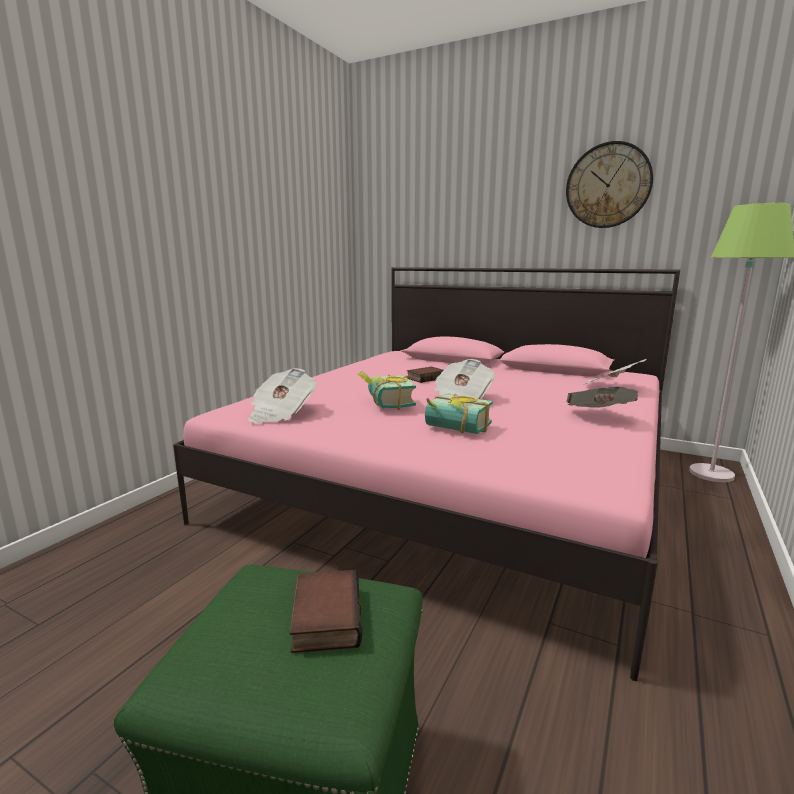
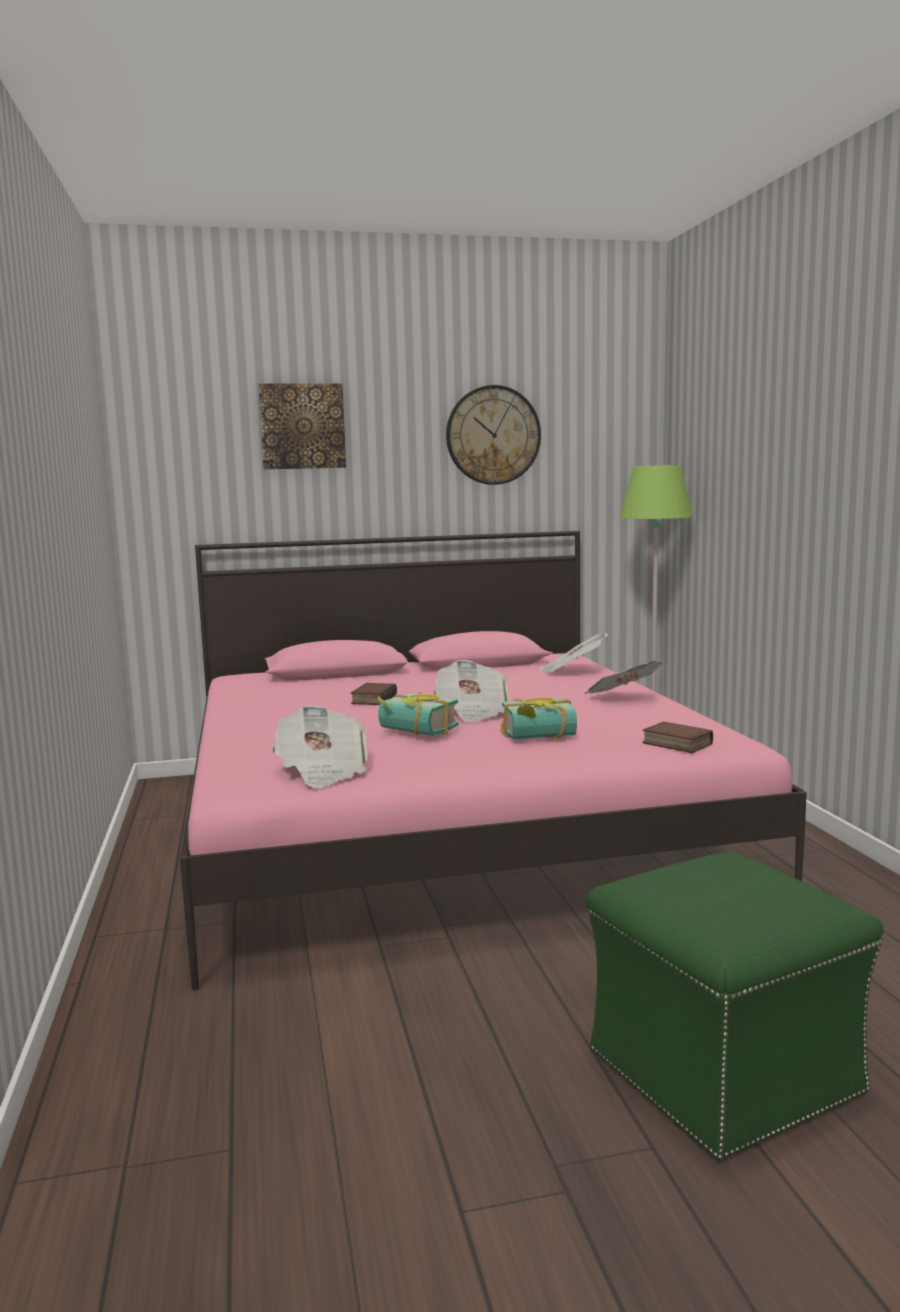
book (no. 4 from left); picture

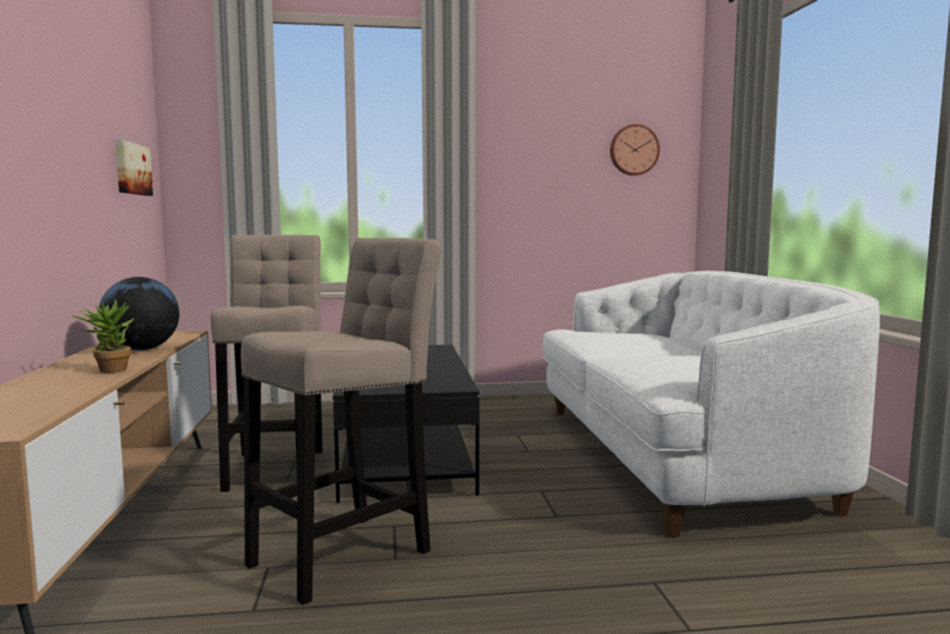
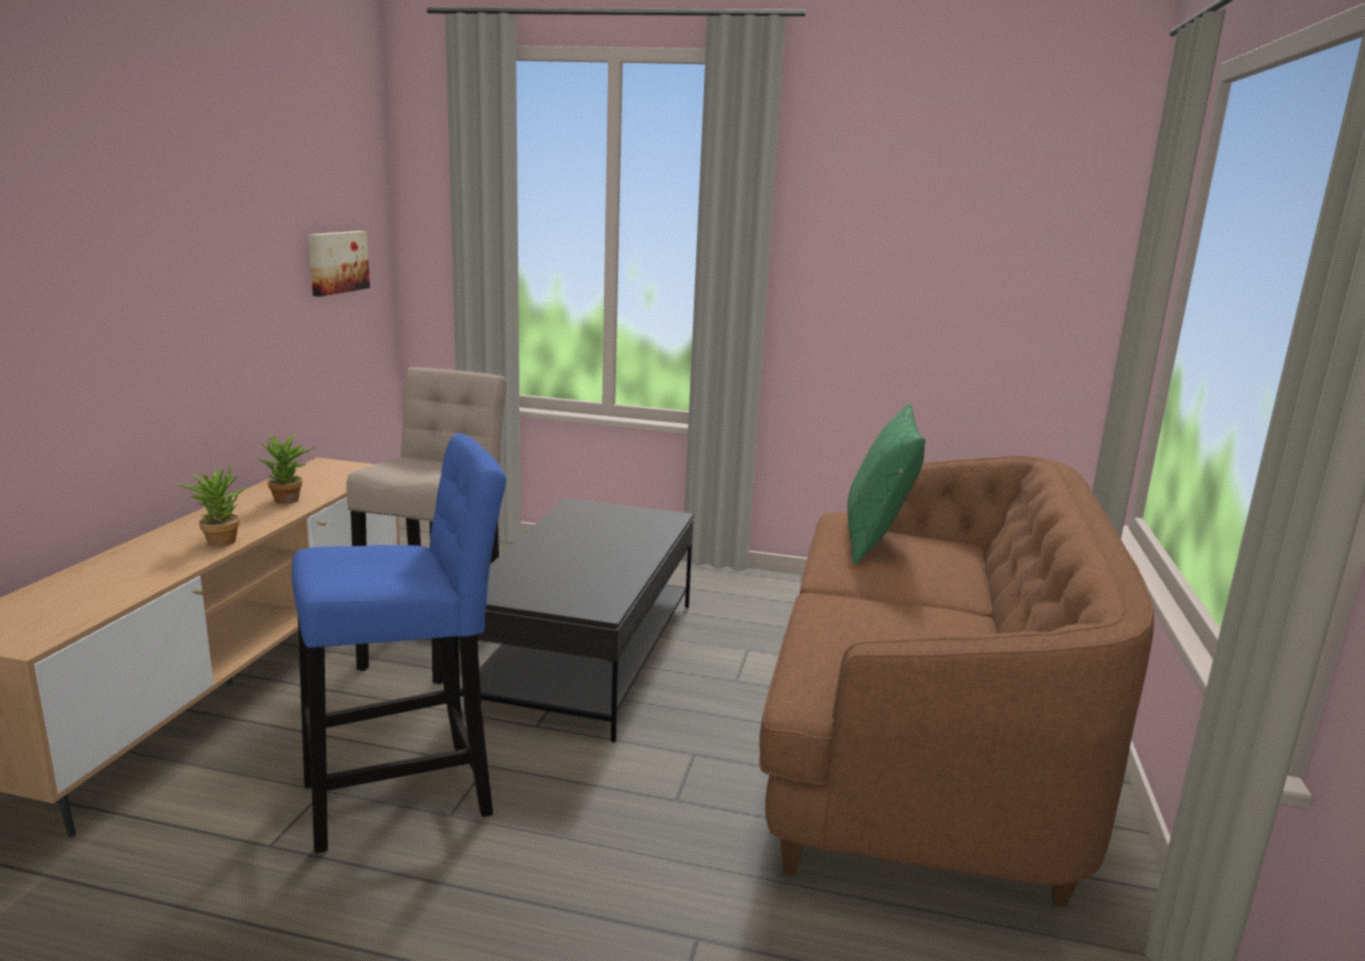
potted plant (no. 2 from left); stool seat in blue-coloured; couch in brownish; hanging clock; cushion in green-coloured

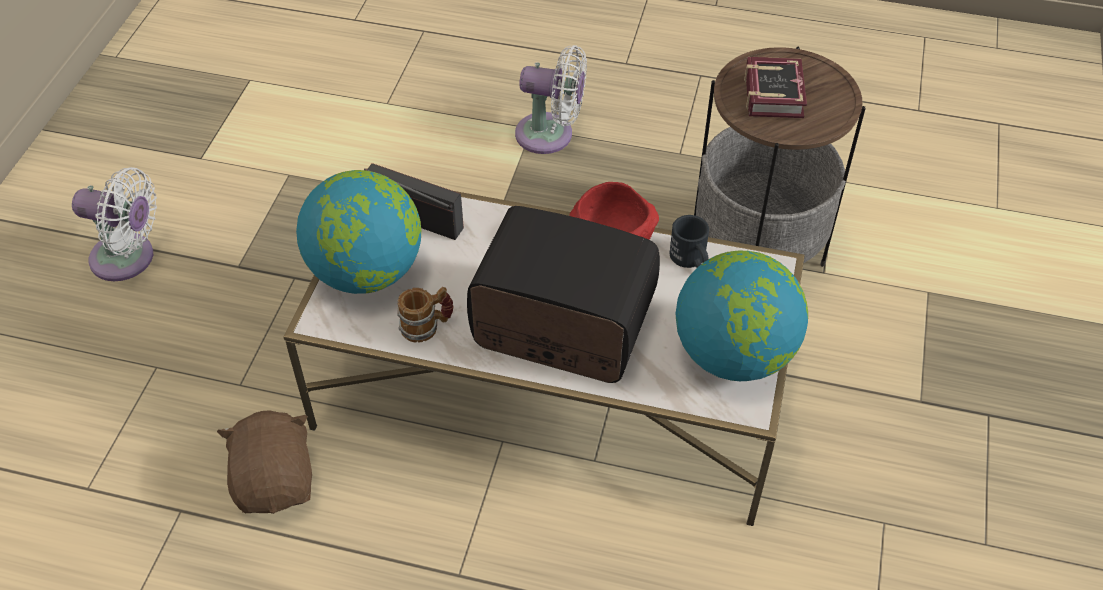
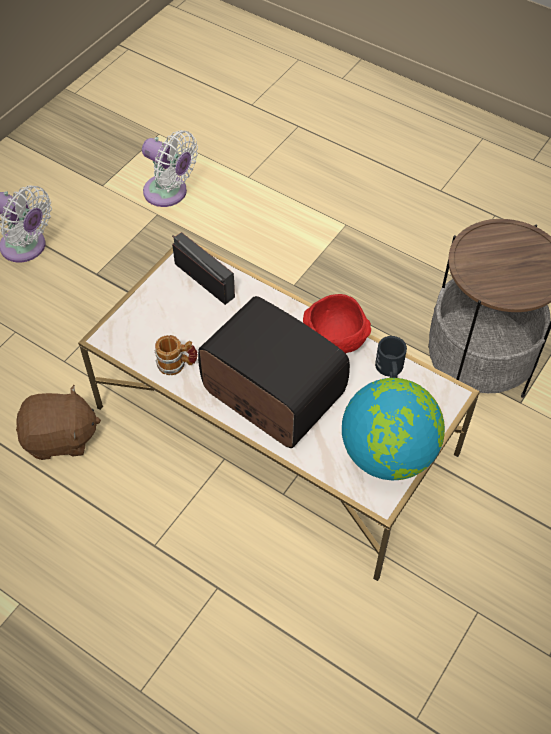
cuddly toy in brownish; desk globe (no. 1 from left in the first image); cooling fan in white-coloured (no. 2 from left); book

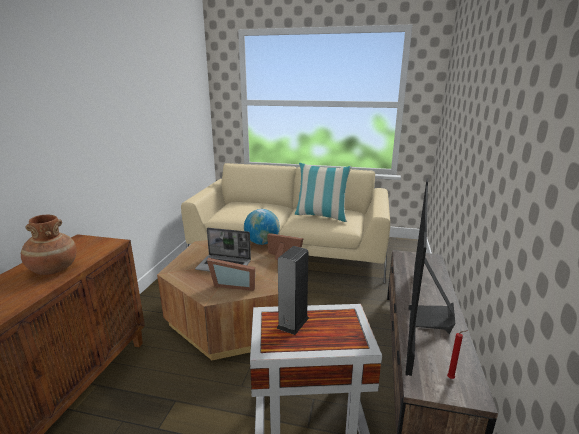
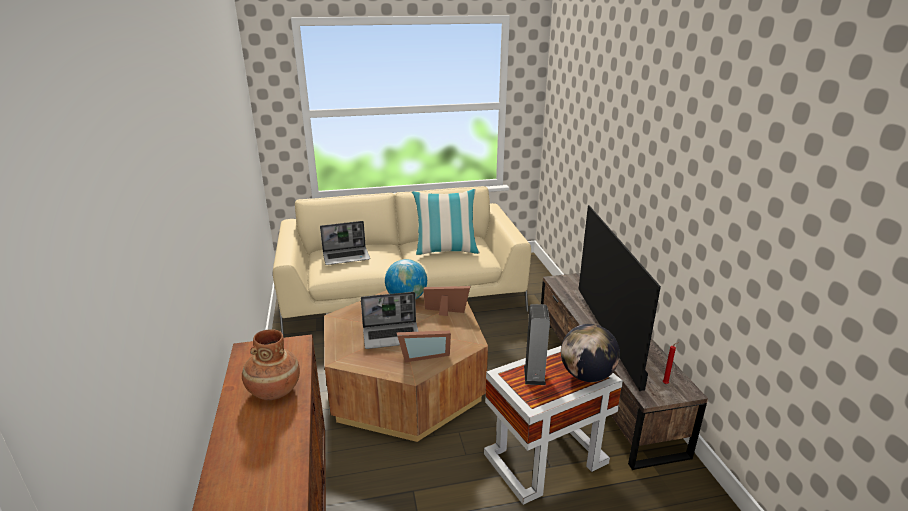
notebook computer (no. 1 from left); desk globe (no. 2 from left)

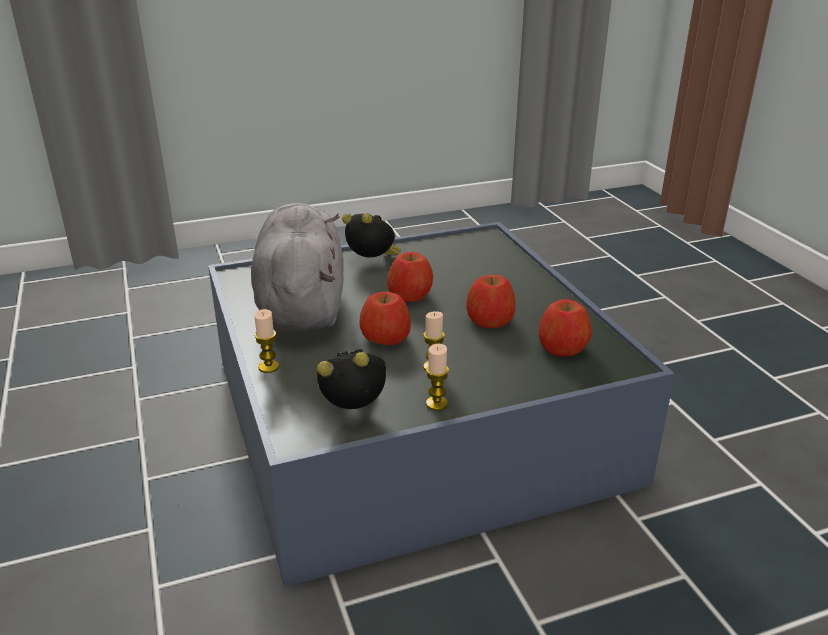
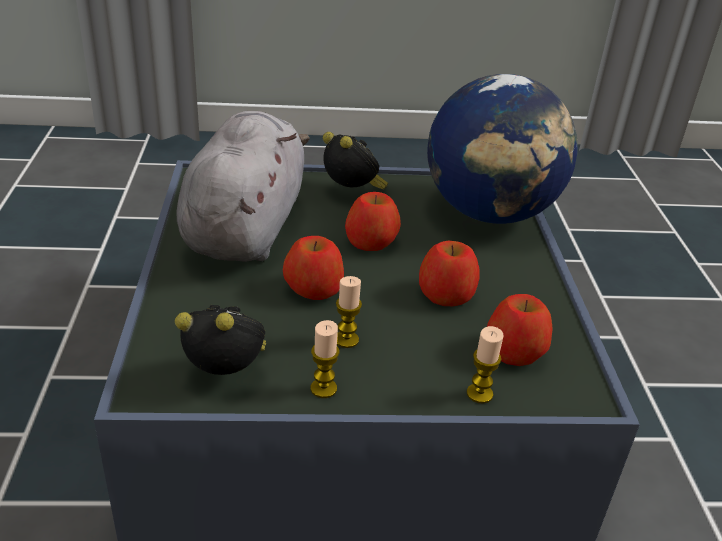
wax candle (no. 3 from left); desk globe

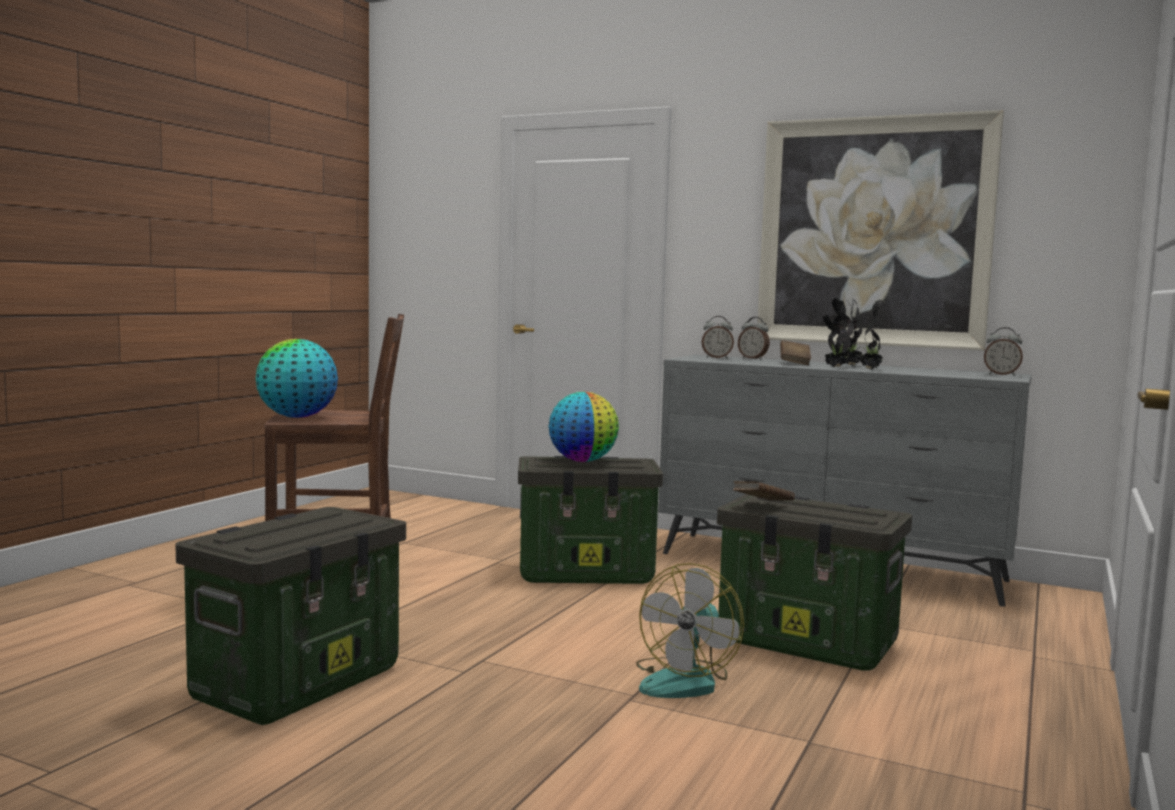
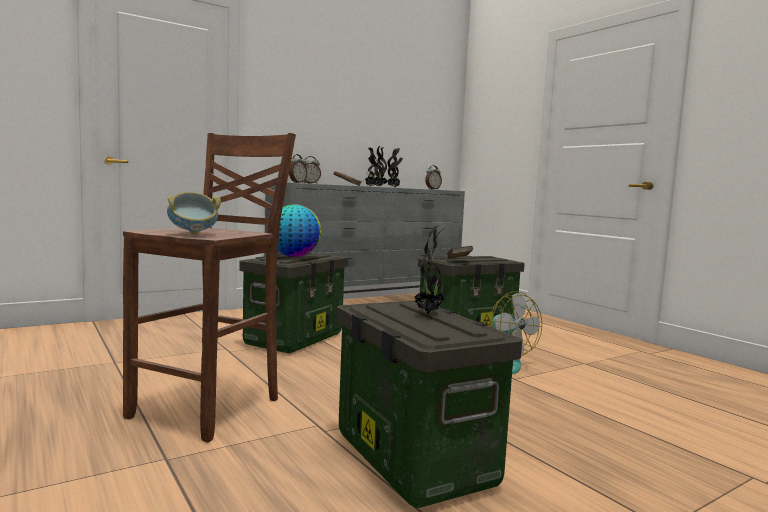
serving bowl; picture; potted plant (no. 4 from left)

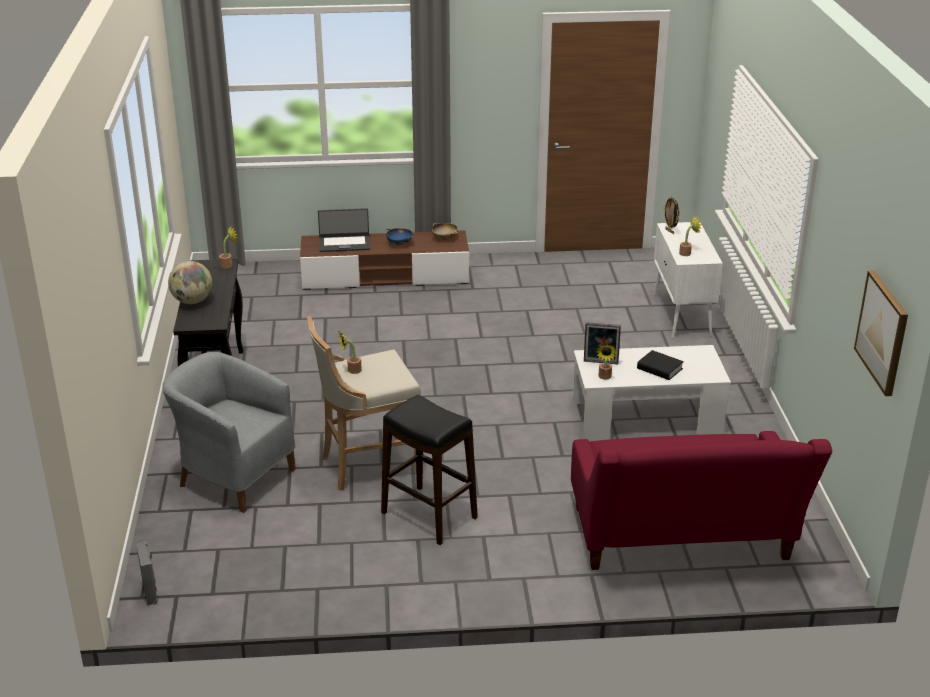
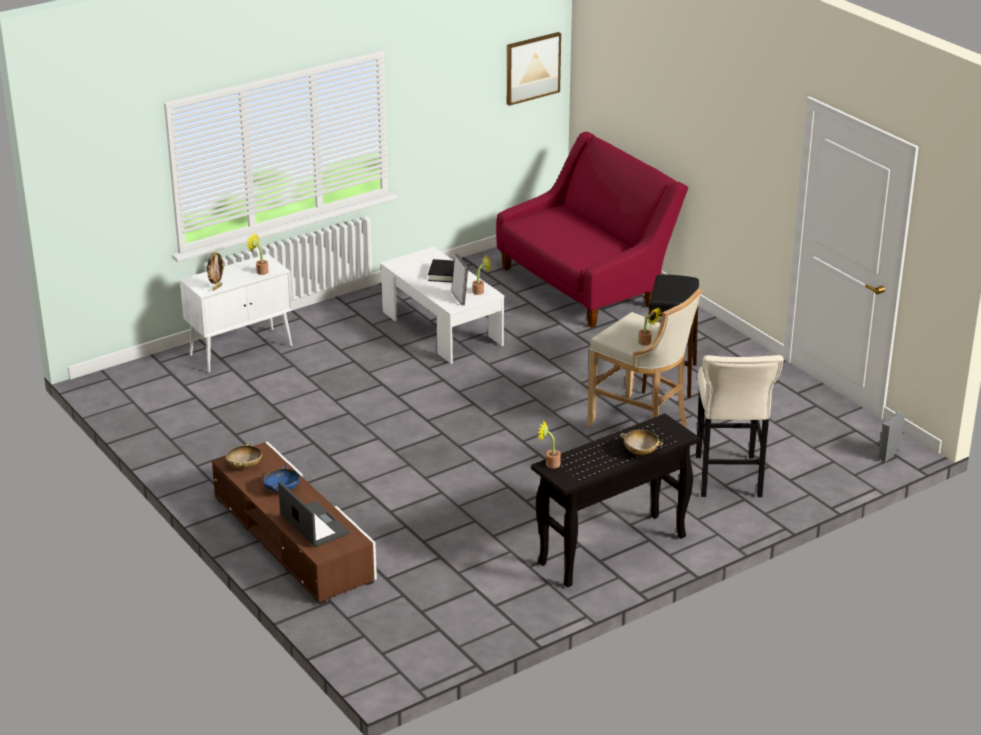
stool seat in sand-coloured (no. 2 from left); serving bowl in sand-coloured (no. 2 from left)

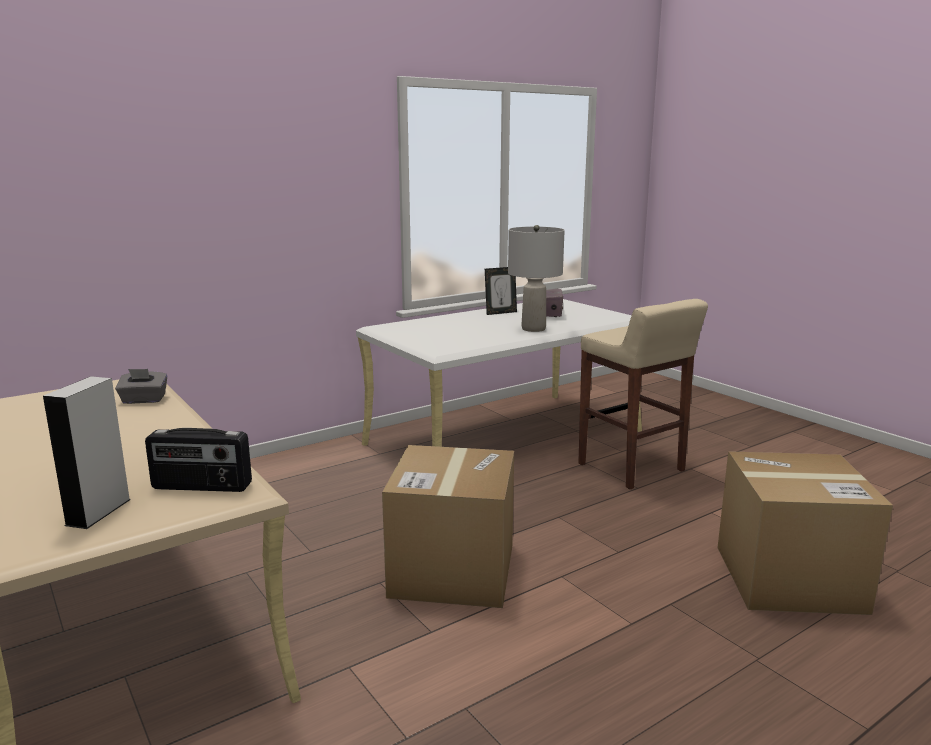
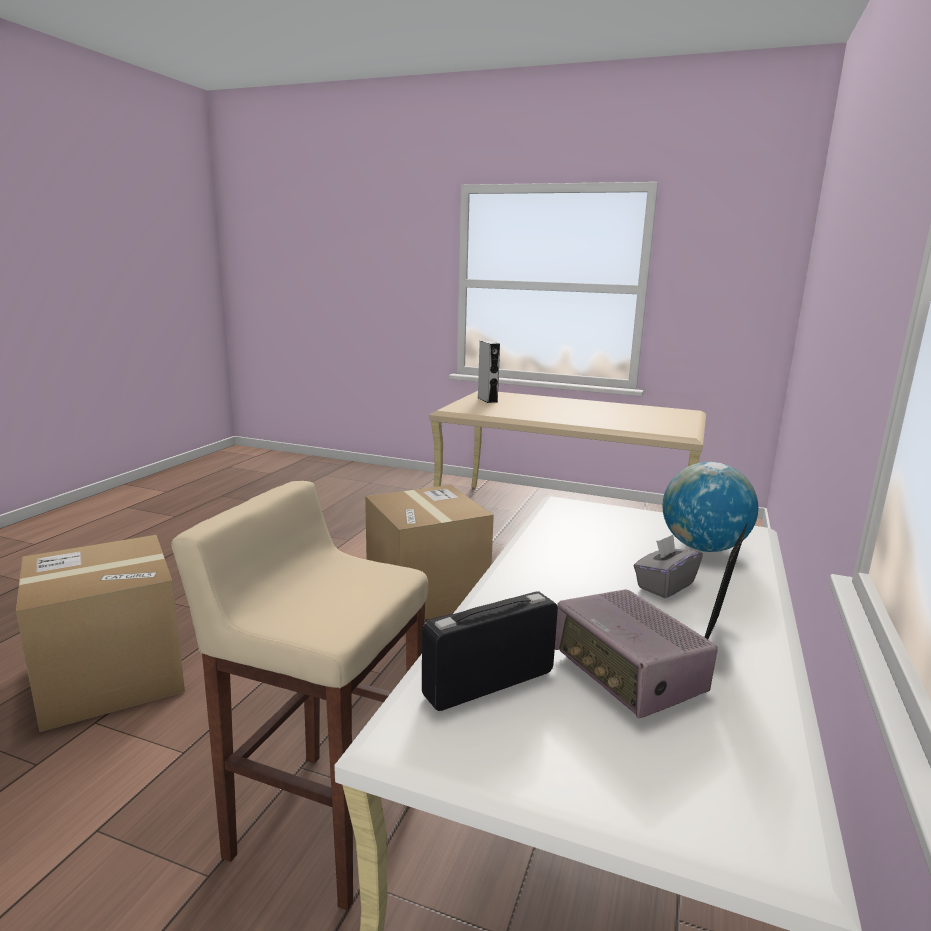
tissue holder in gray; radio (no. 1 from left); lamp for a table in gray; desk globe

